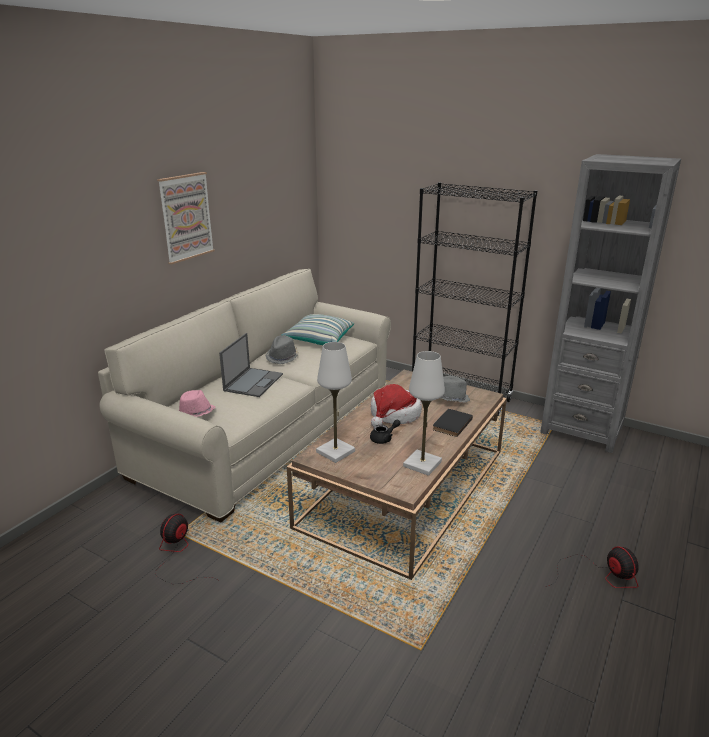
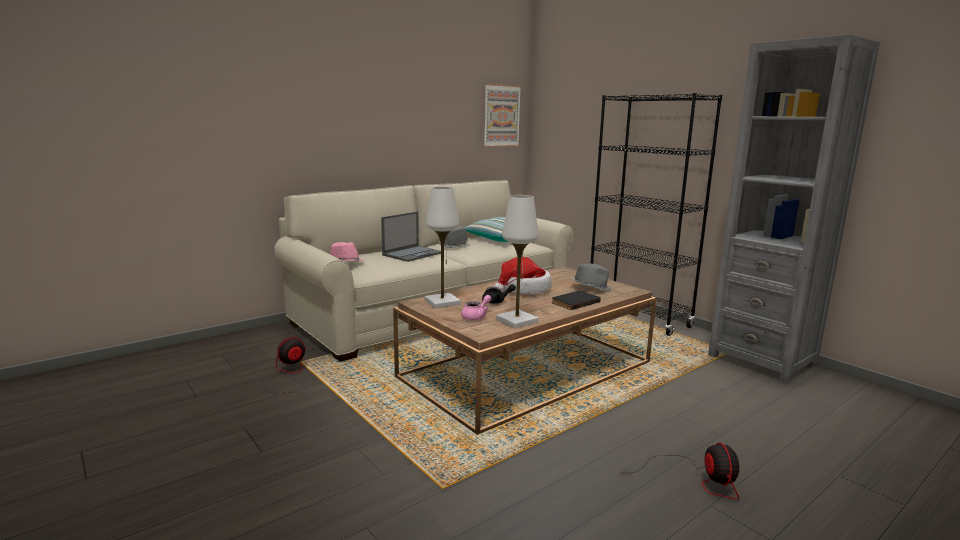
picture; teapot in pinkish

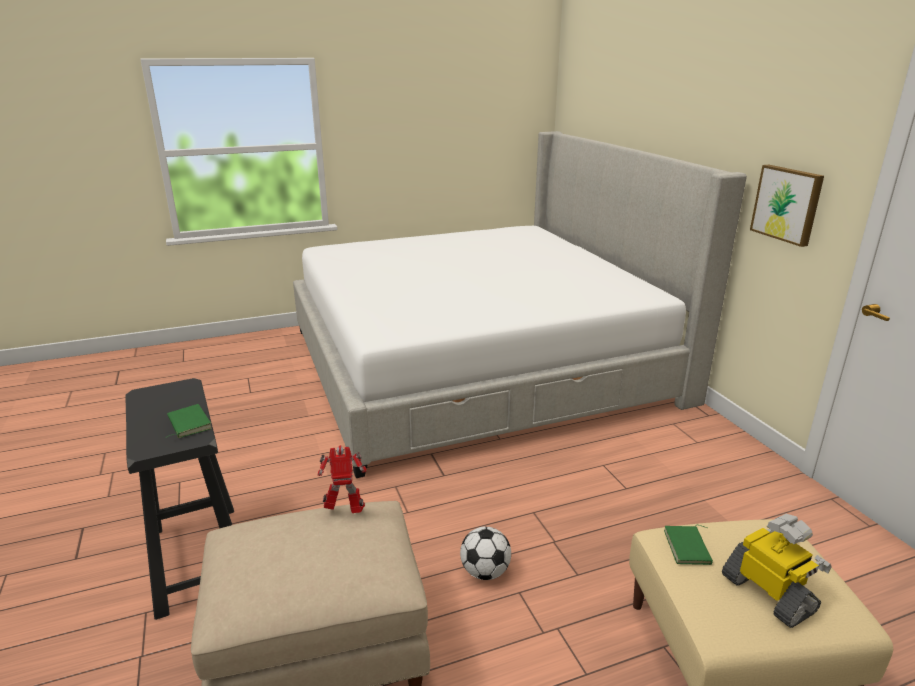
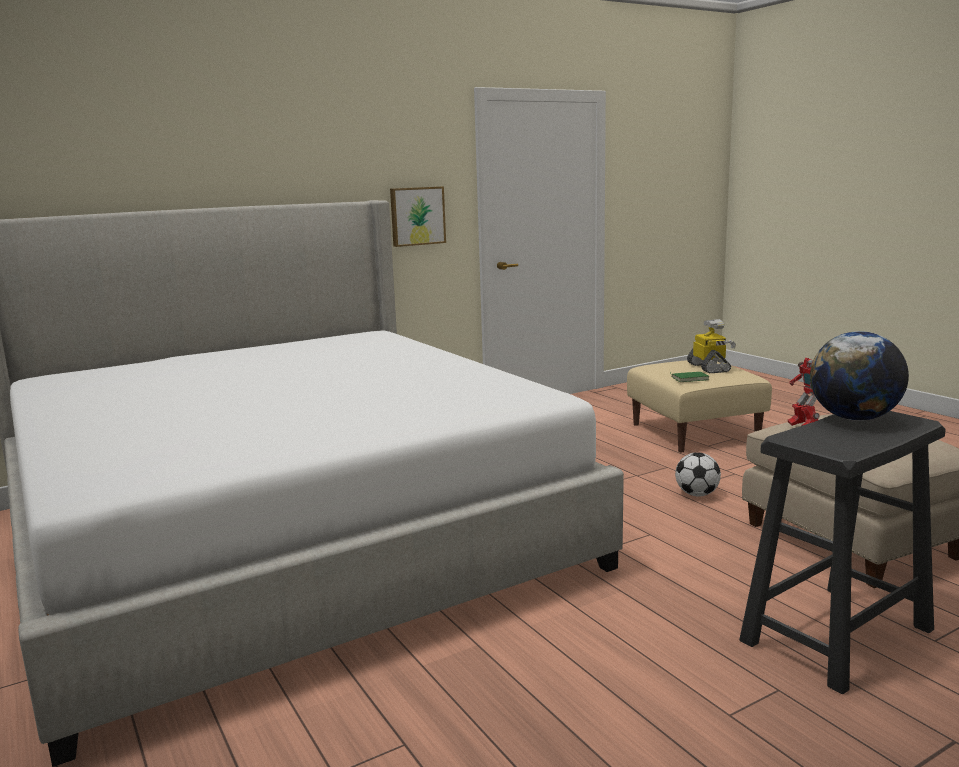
desk globe; model robot (no. 1 from left)

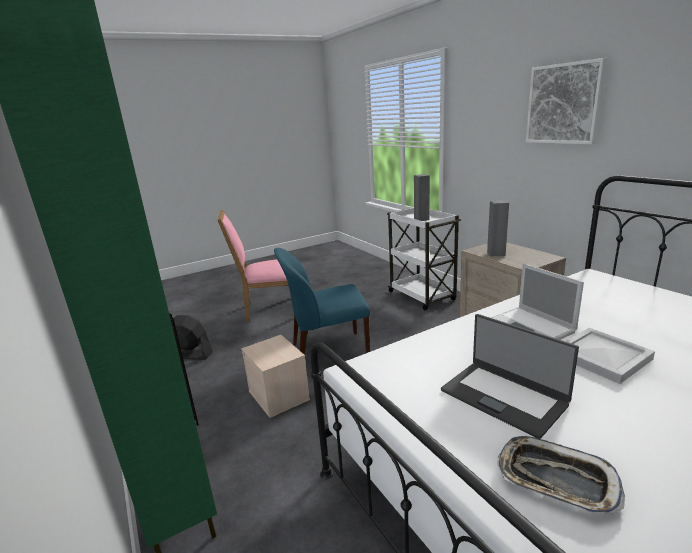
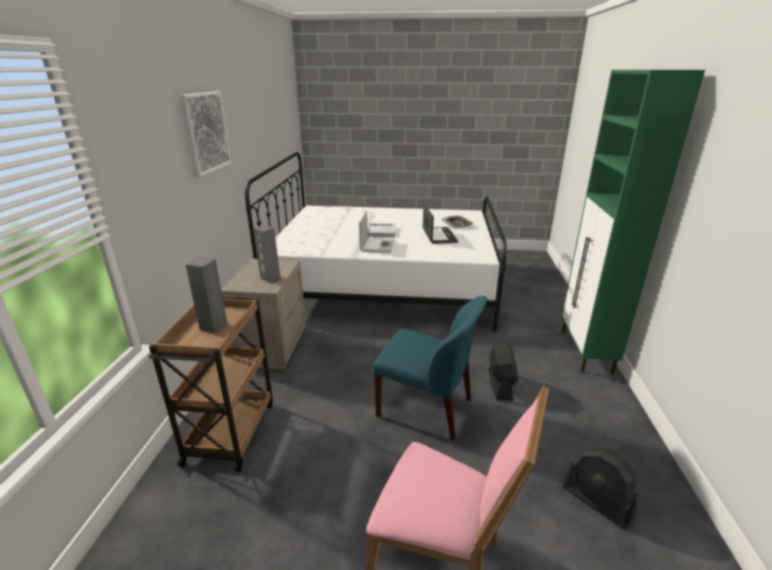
cooling fan in black (no. 1 from left); trolley in brownish

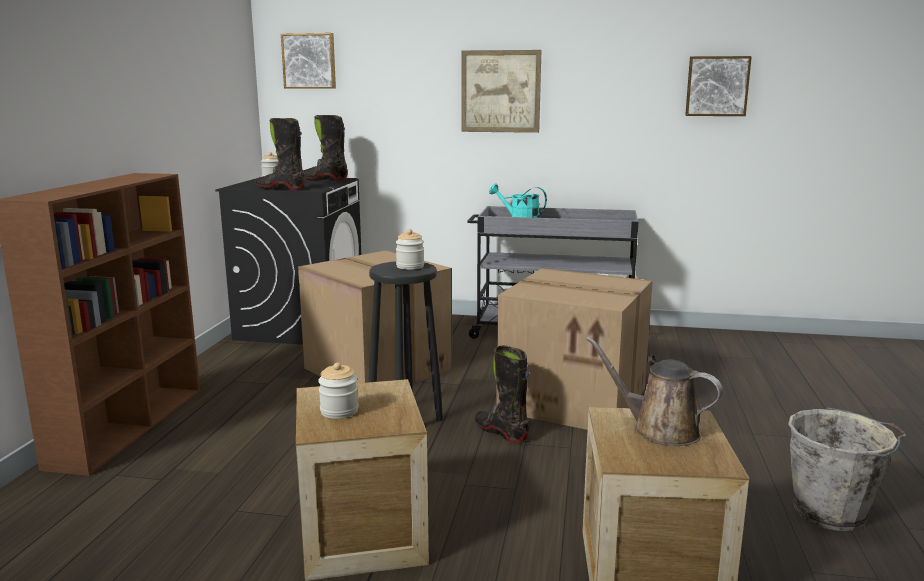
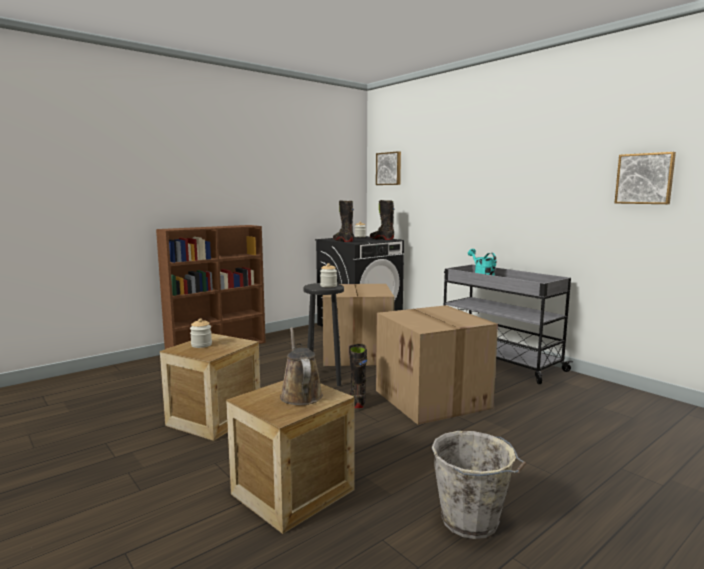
picture (no. 2 from left in the first image)

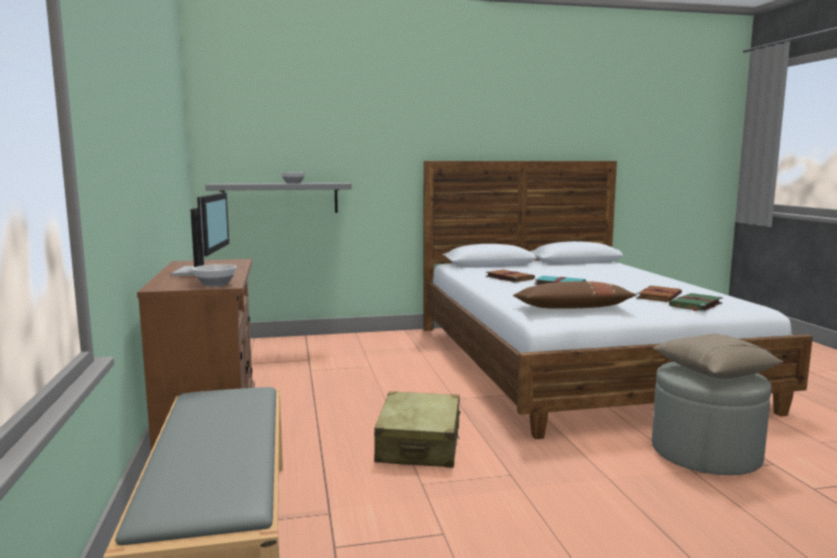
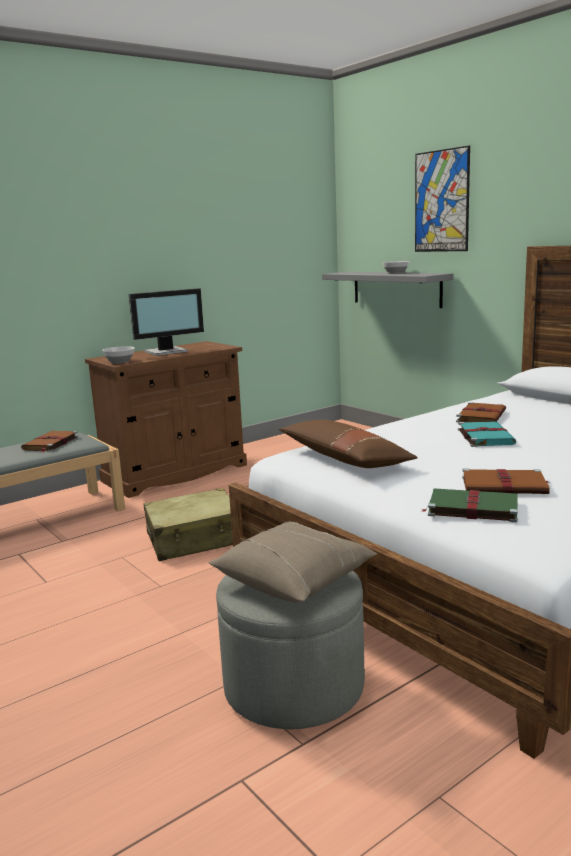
book in brownish (no. 1 from left); picture

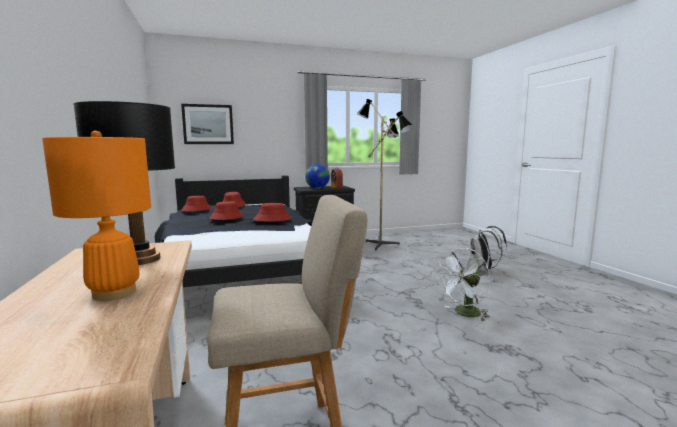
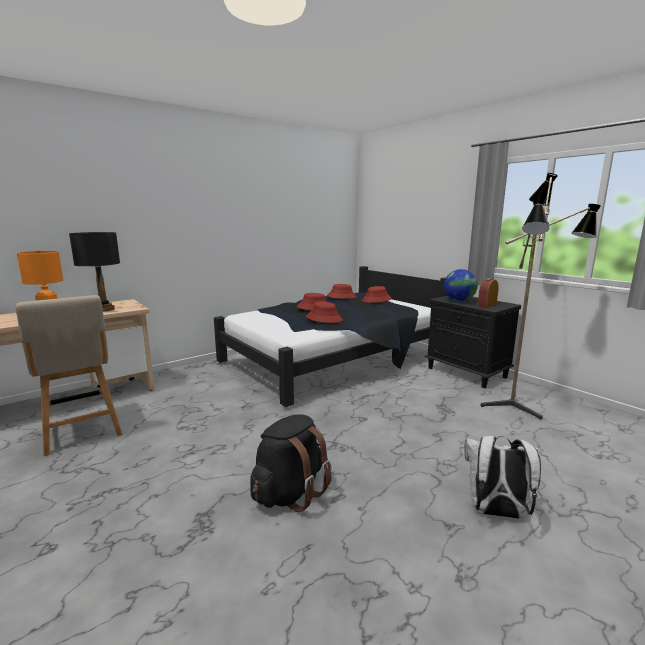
picture; knapsack in black

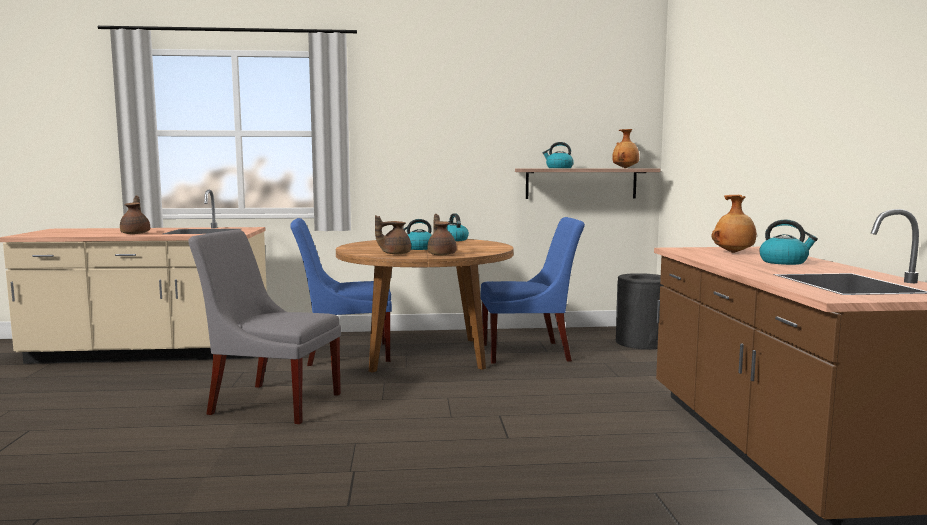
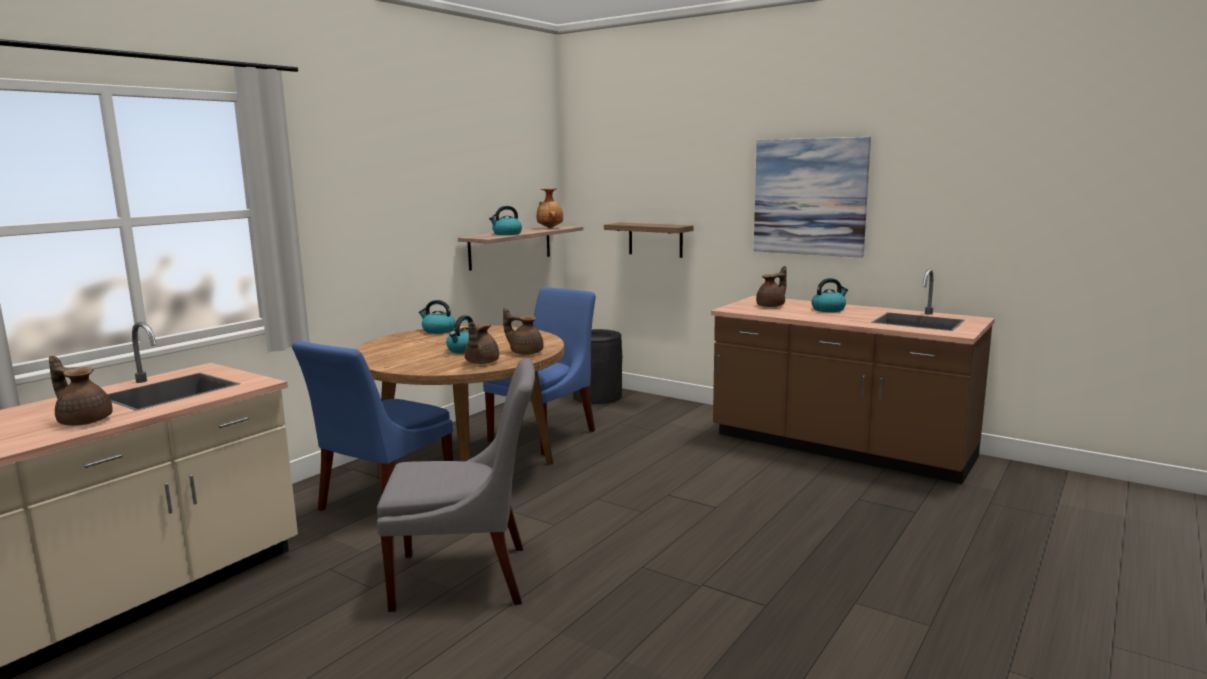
plain chair in gray; teapot in brownish (no. 4 from left); wall shelf (no. 2 from left); picture

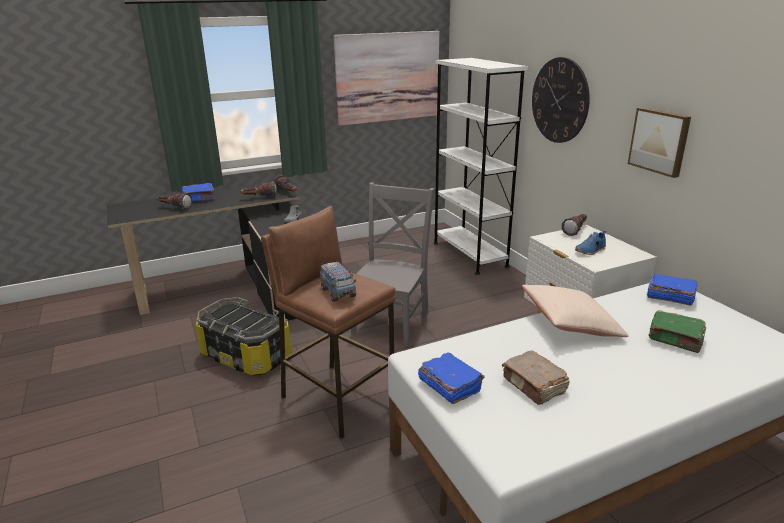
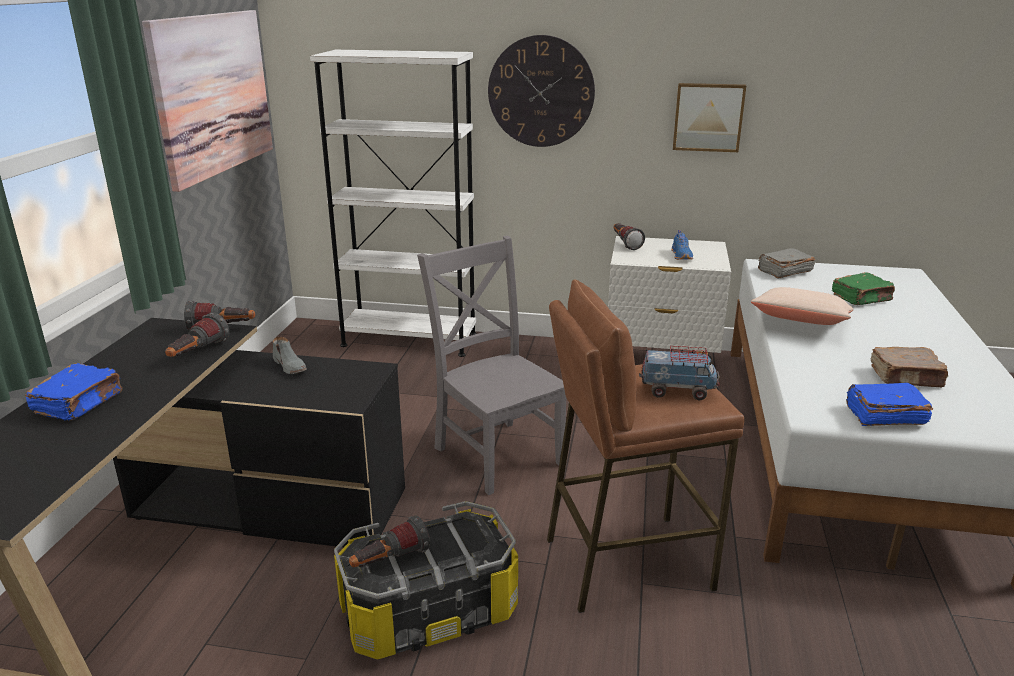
hand torch (no. 3 from left); book in gray

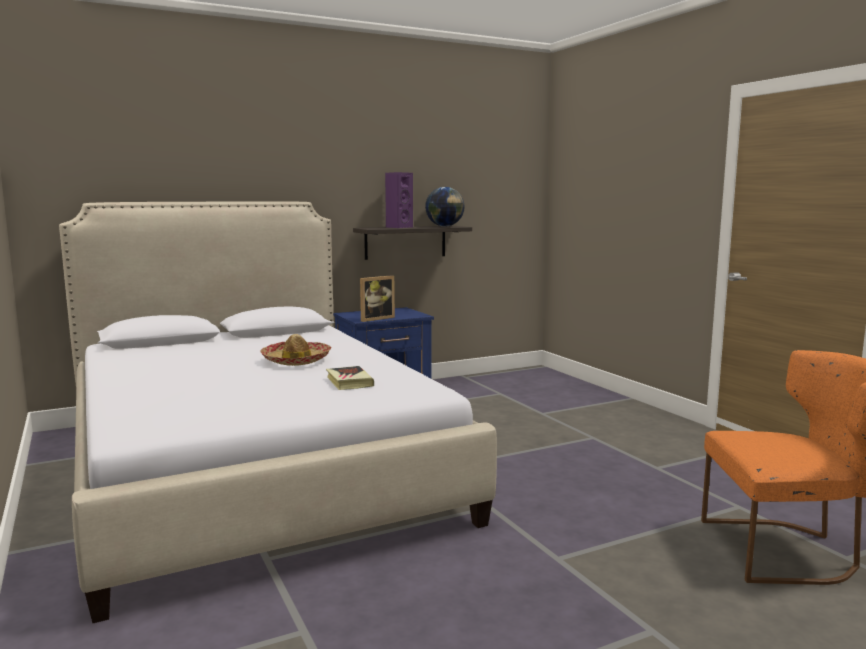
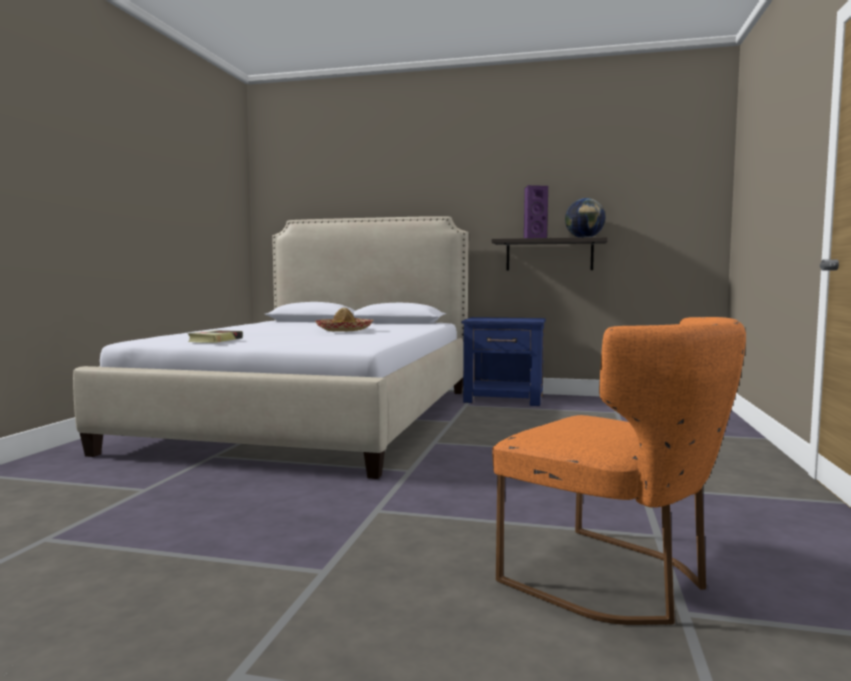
book; photo frame

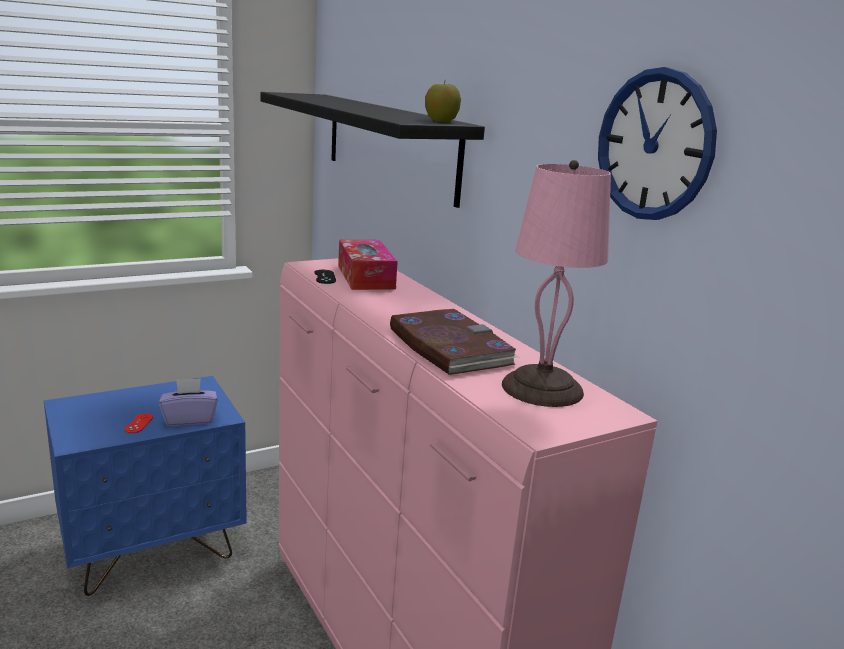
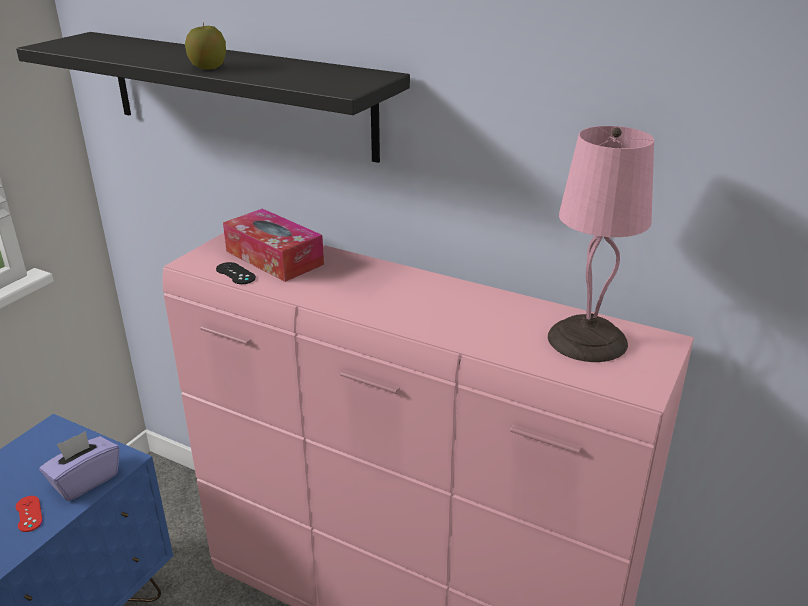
book; whole apple; hanging clock

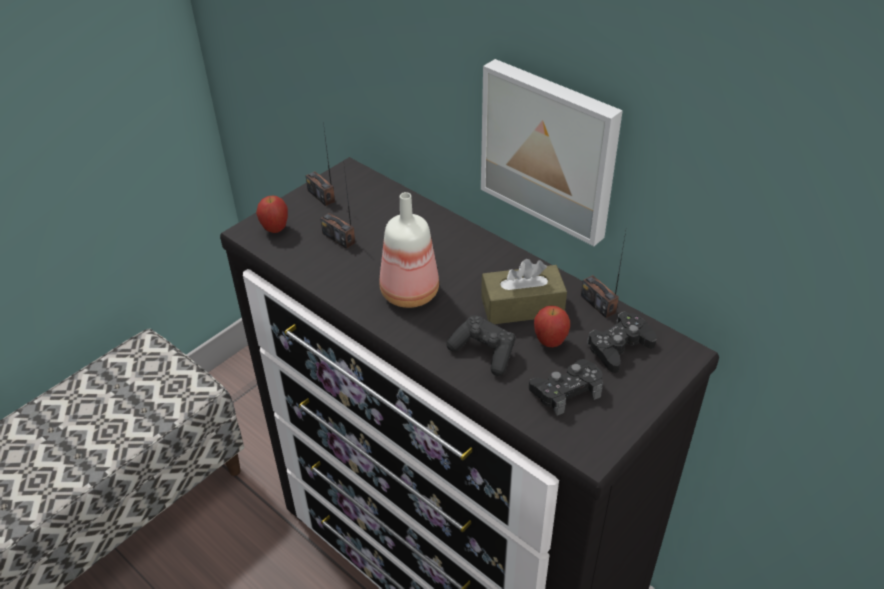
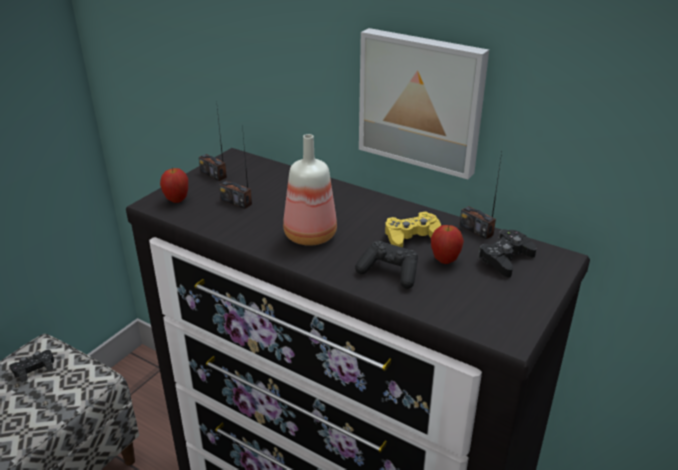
gamepad in yellow; gamepad in black (no. 1 from left)

